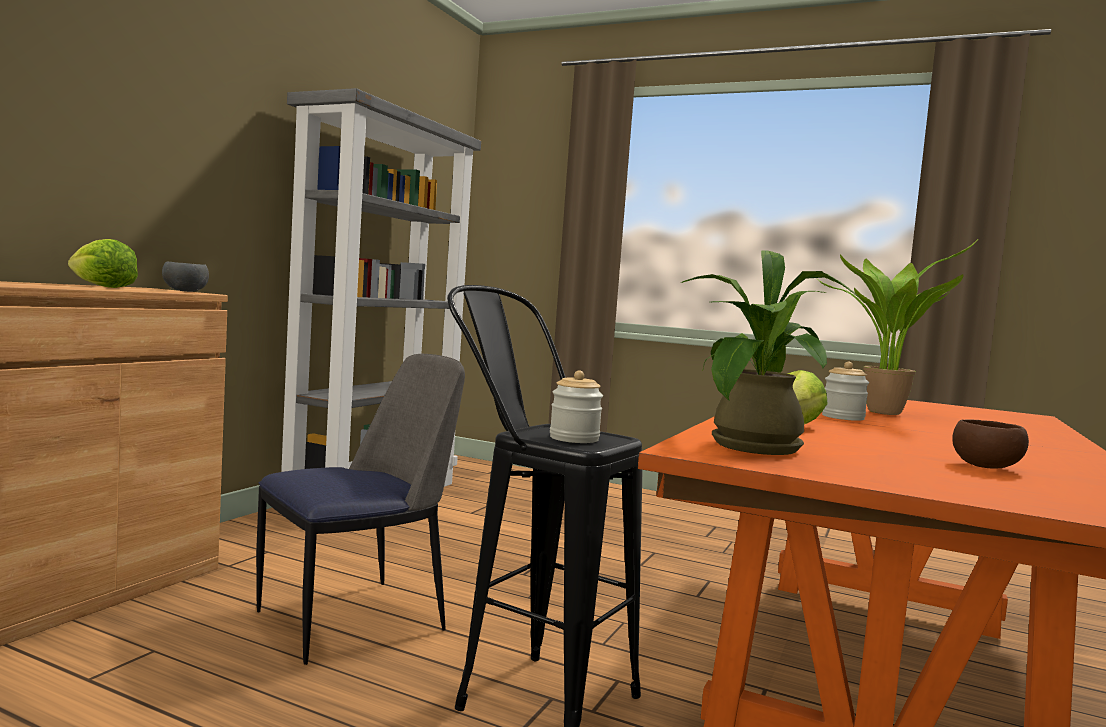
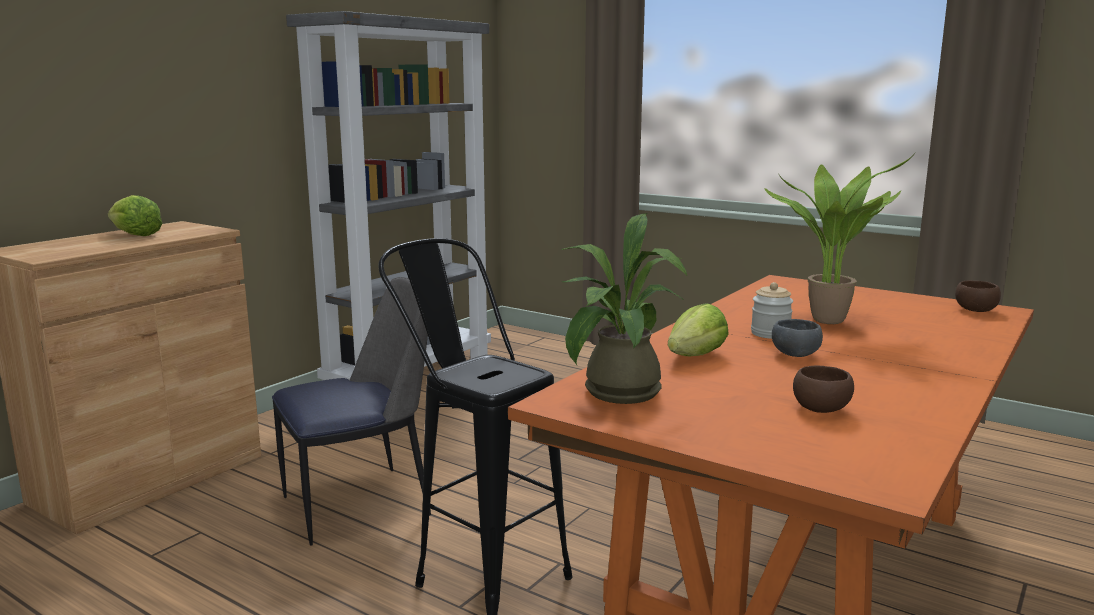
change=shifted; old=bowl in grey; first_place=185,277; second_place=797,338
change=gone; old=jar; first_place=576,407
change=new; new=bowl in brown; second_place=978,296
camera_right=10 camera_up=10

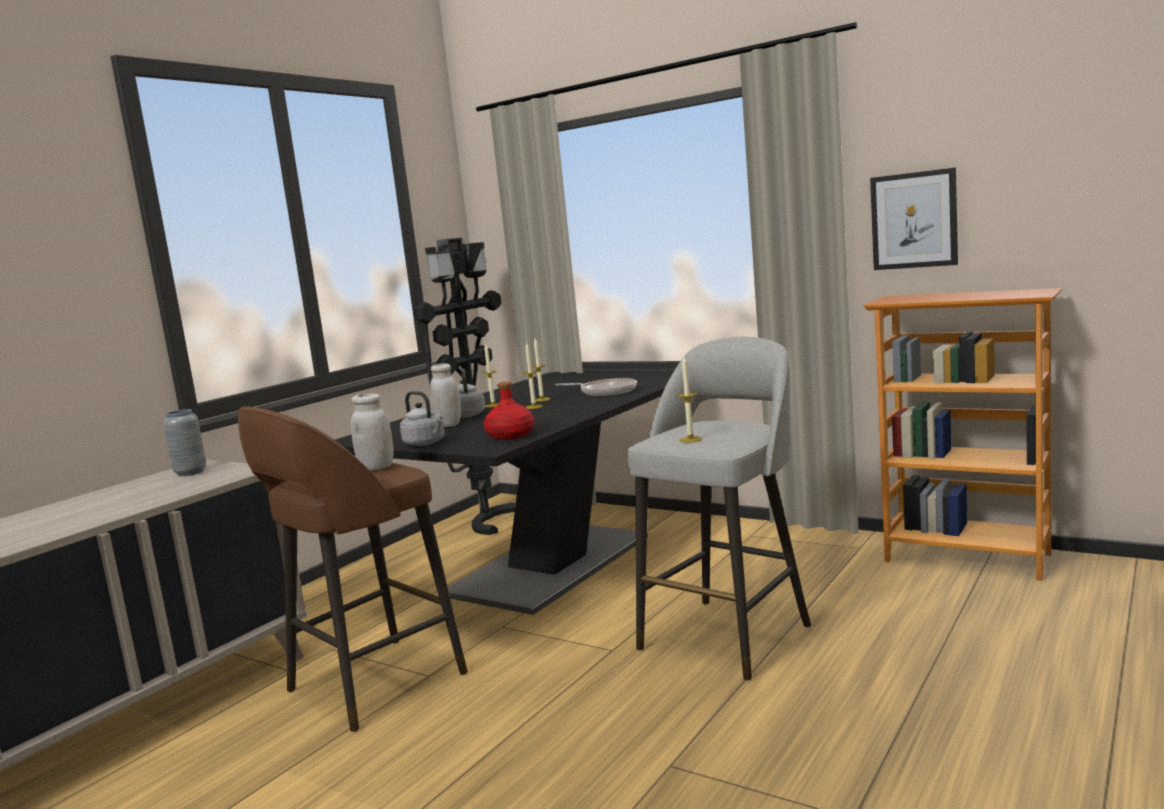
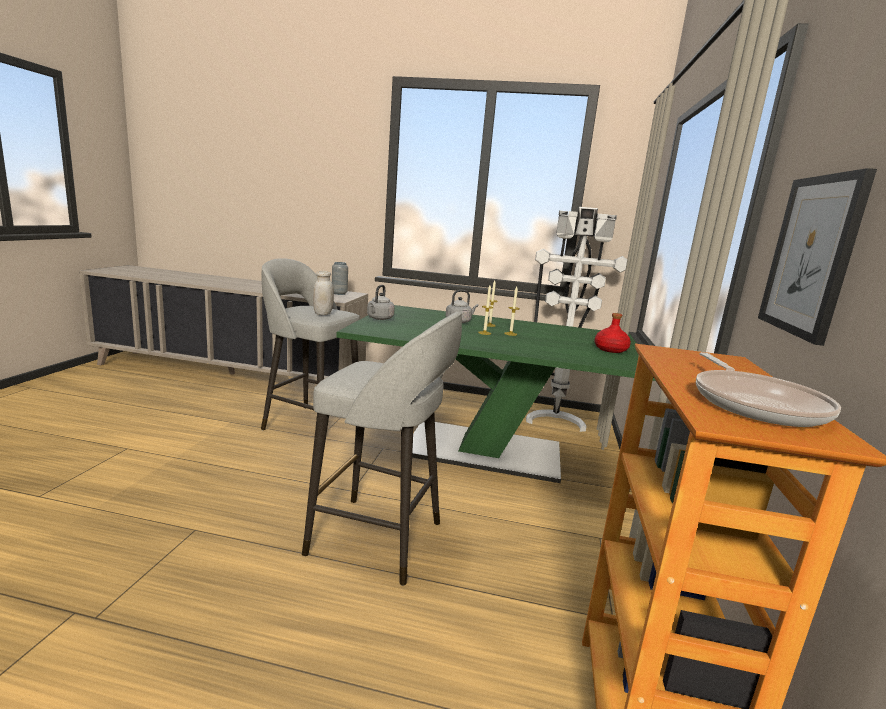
change=repainted; old=stool in brown; new=stool in grey; first_place=353,569; second_place=310,344
change=repainted; old=dining table in black; new=dining table in green; first_place=504,493; second_place=496,394
change=repainted; old=floor lamp in black; new=floor lamp in white; first_place=465,386; second_place=576,319
change=gone; old=jar in white; first_place=445,395
change=shifted; old=bottle in red; first_place=509,410; second_place=612,333
change=shifted; old=frying pan; first_place=596,387; second_place=768,389
change=gone; old=candle; first_place=689,400
camera_right=65 camera_up=5

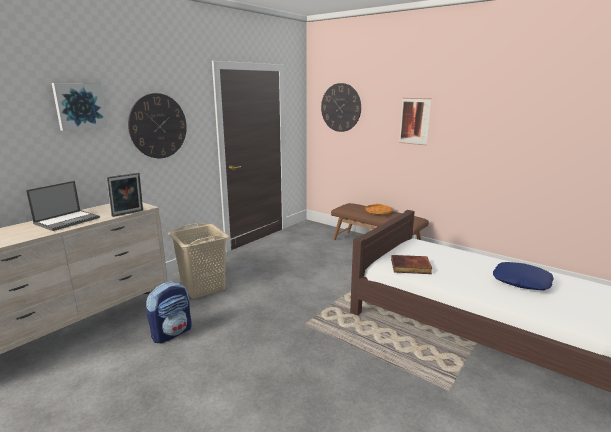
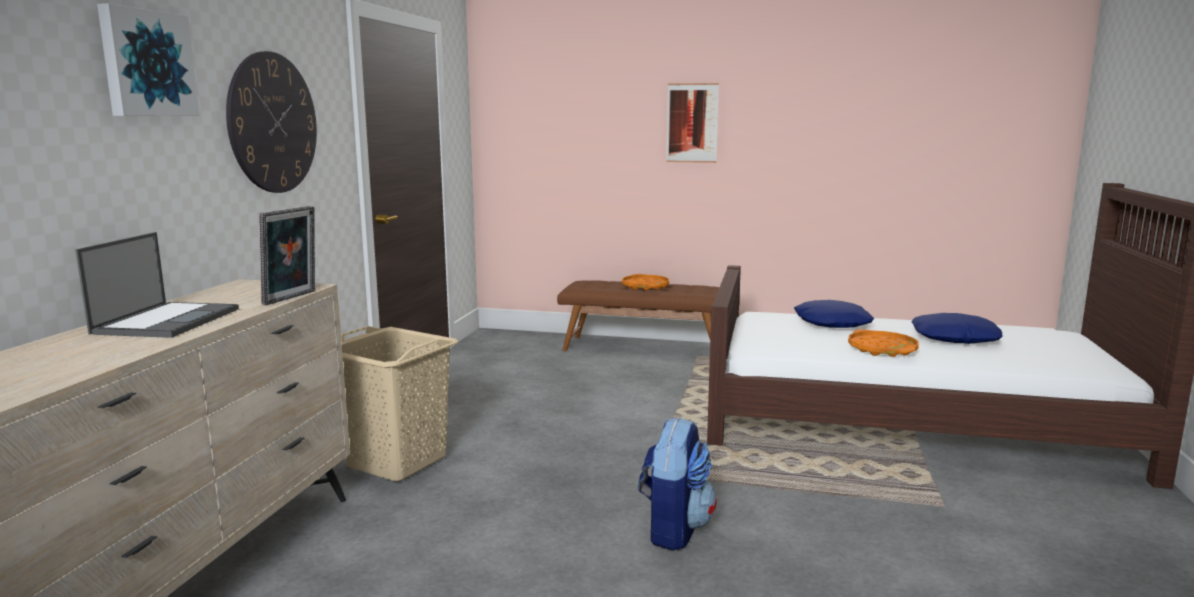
change=shifted; old=backpack; first_place=168,312; second_place=677,484
change=gone; old=wall clock; first_place=341,107
change=gone; old=book; first_place=411,264
change=new; new=pillow in blue; second_place=834,314
change=new; new=tray in orange; second_place=883,343
camera_right=-25 camera_up=-5

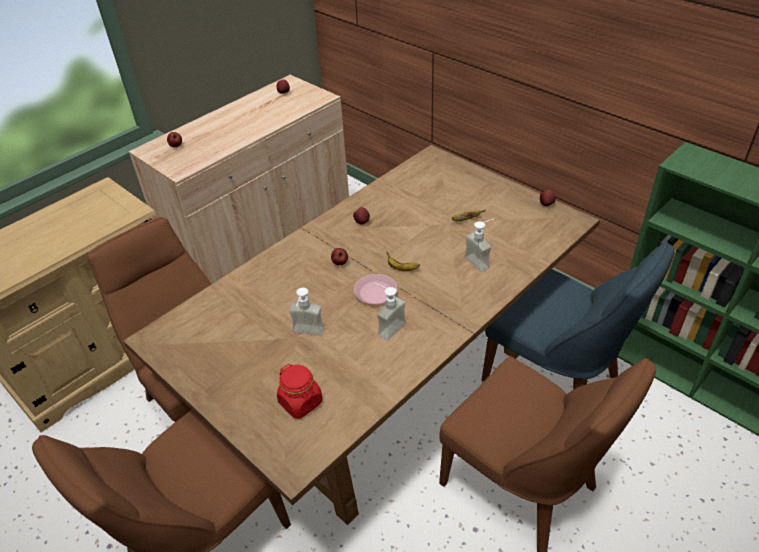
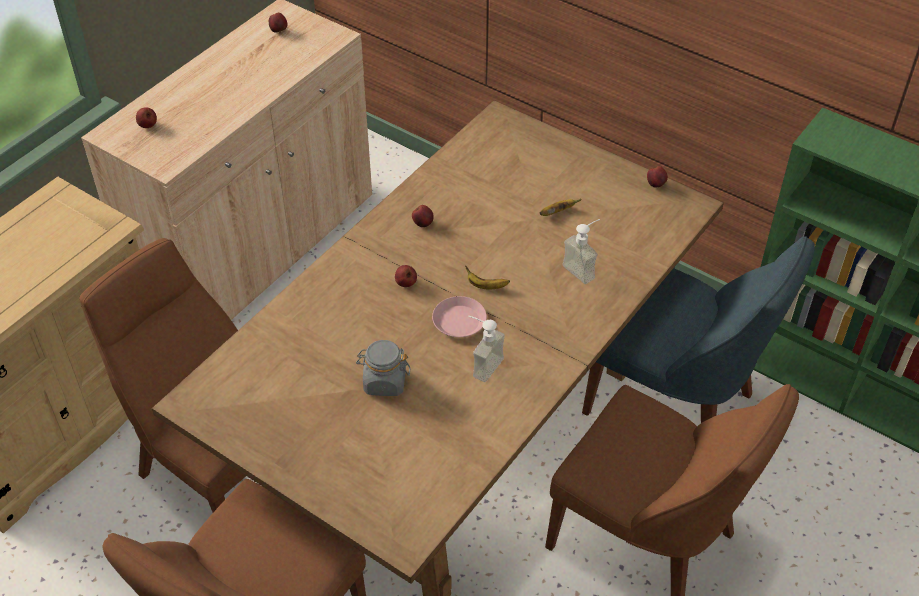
change=gone; old=jar in red; first_place=299,391
change=swapped; old=soap dispenser; new=jar in grey; first_place=306,311; second_place=383,368
camera_right=-10 camera_up=5

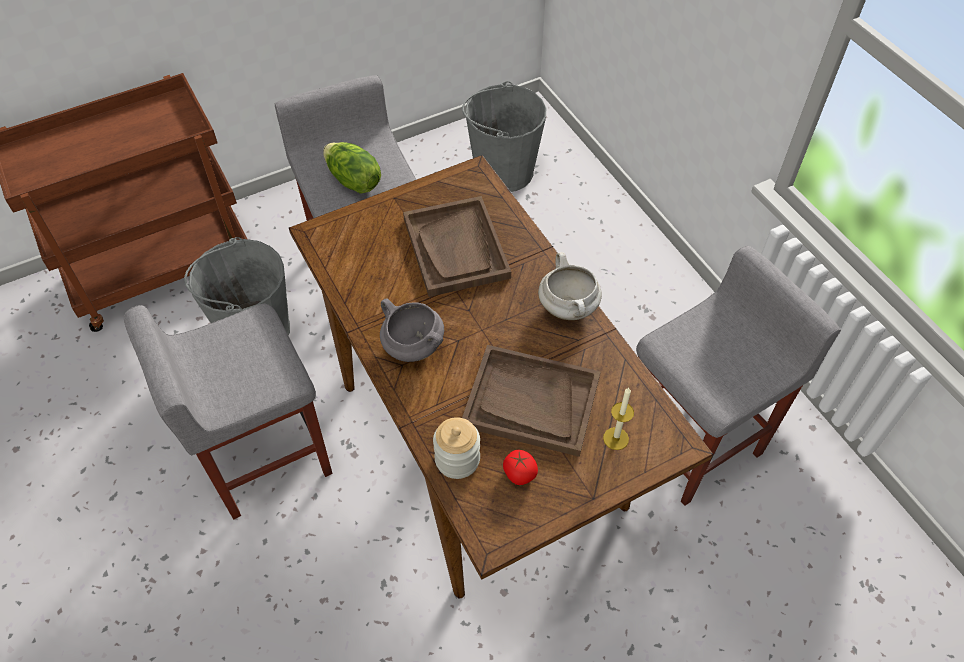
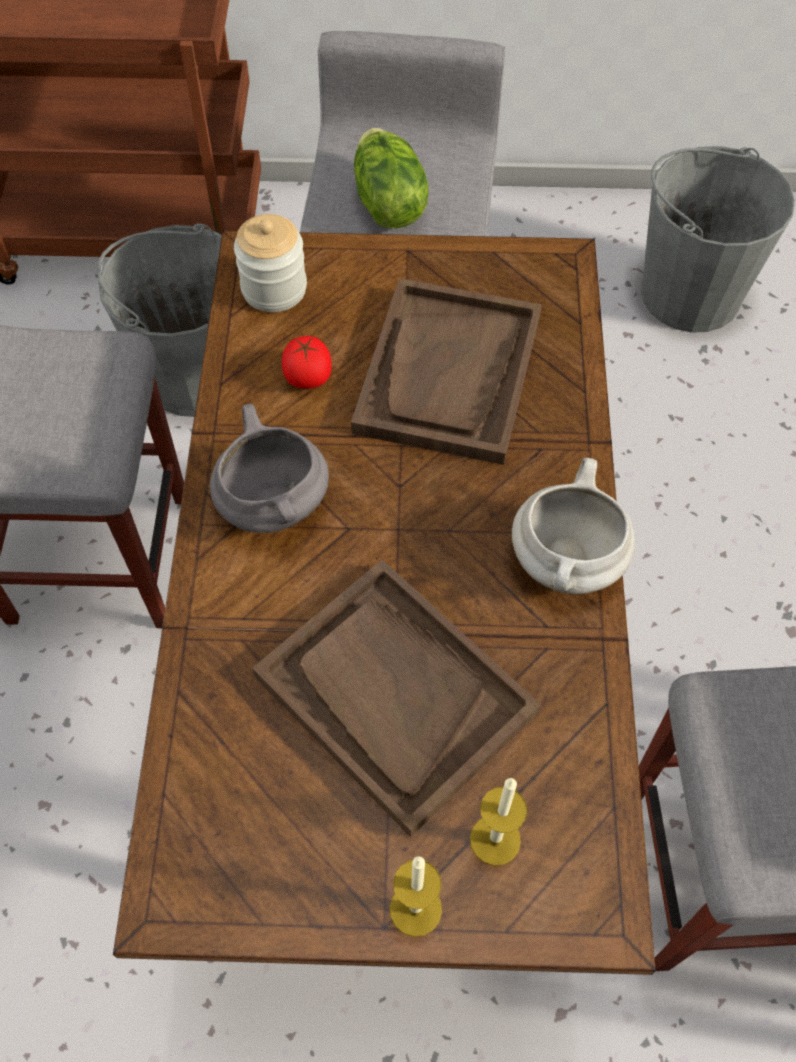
change=shifted; old=jar; first_place=456,448; second_place=270,263
change=shifted; old=tomato; first_place=520,467; second_place=307,362
change=new; new=candle; second_place=416,896
camera_right=30 camera_up=5

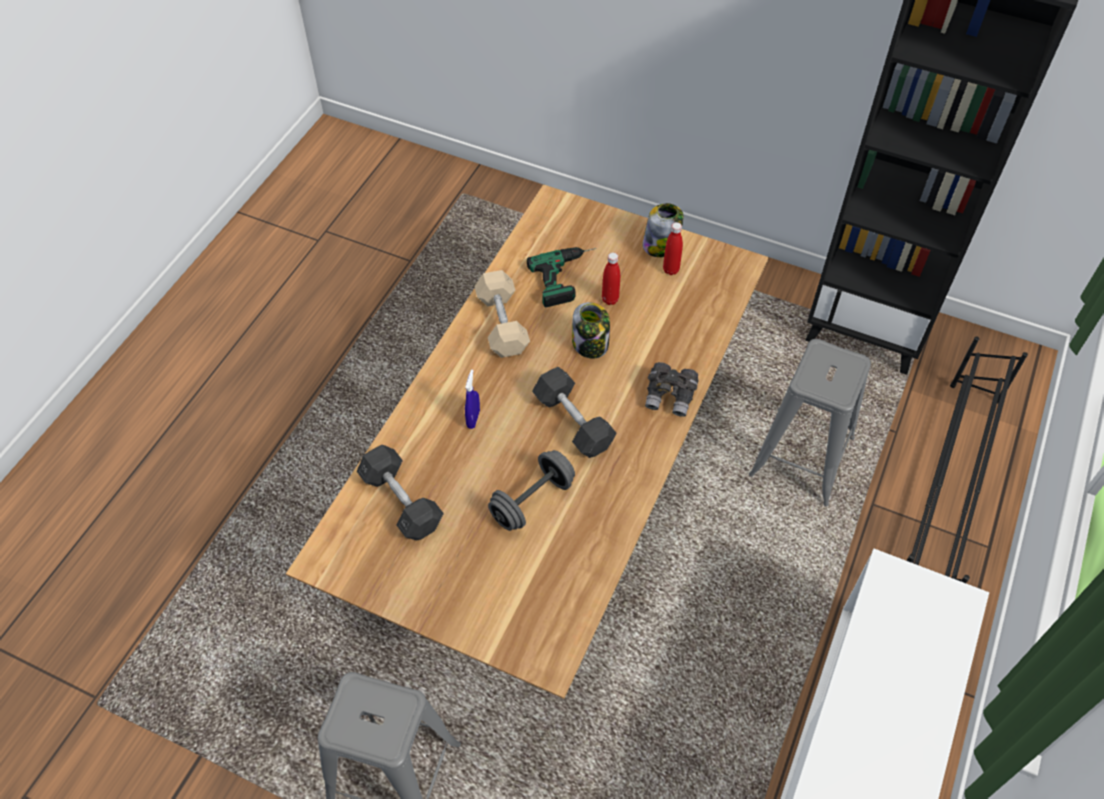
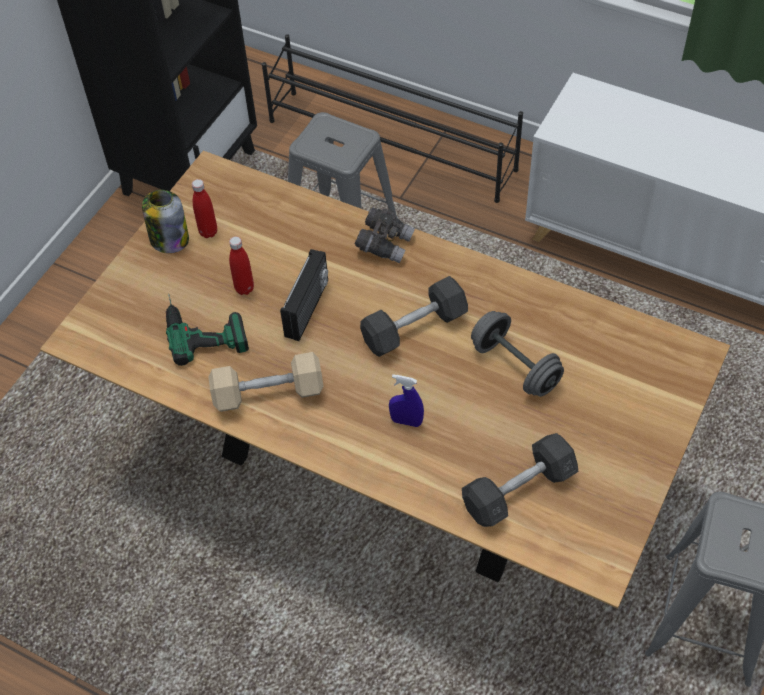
change=swapped; old=jar; new=radio; first_place=591,330; second_place=304,295
camera_right=-85 camera_up=0

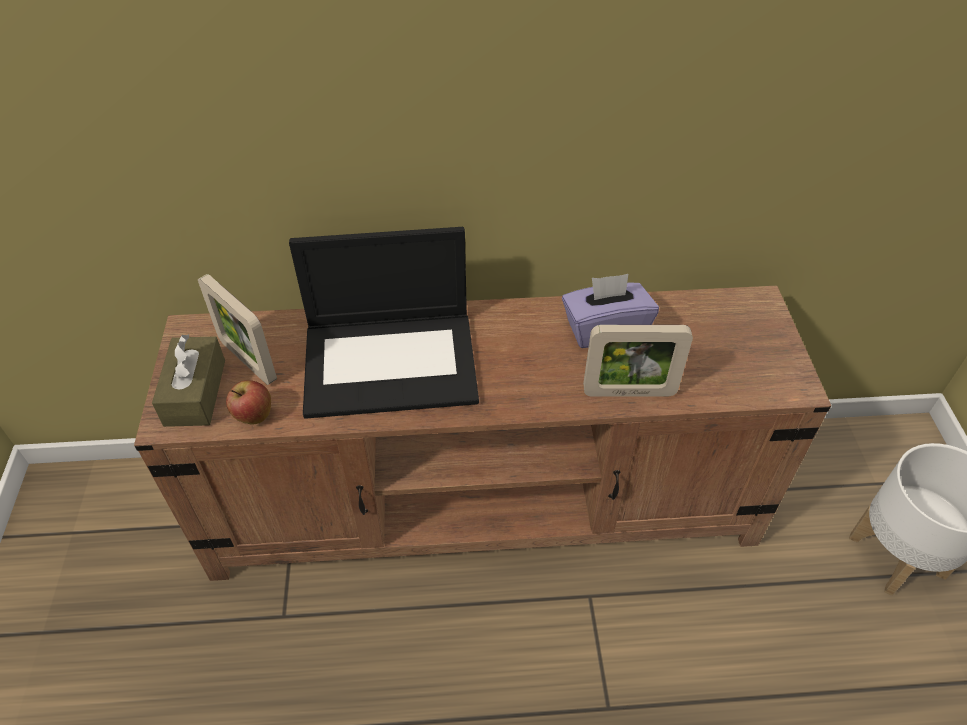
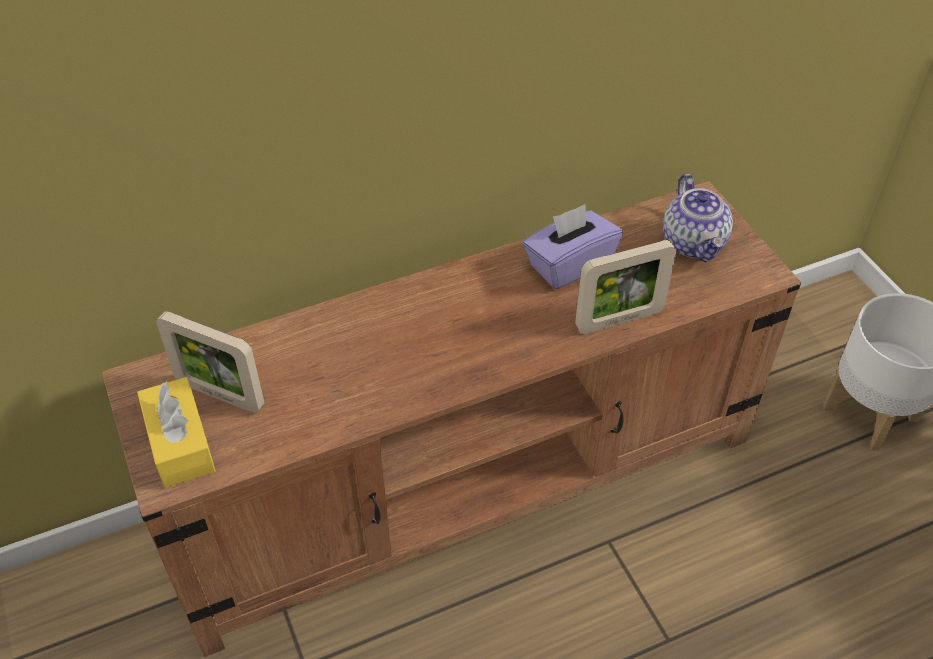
change=repainted; old=tissue box in brown; new=tissue box in yellow; first_place=188,380; second_place=176,432
change=gone; old=apple; first_place=248,402
change=gone; old=laptop; first_place=384,323
change=new; new=teapot; second_place=698,218
camera_right=-20 camera_up=0

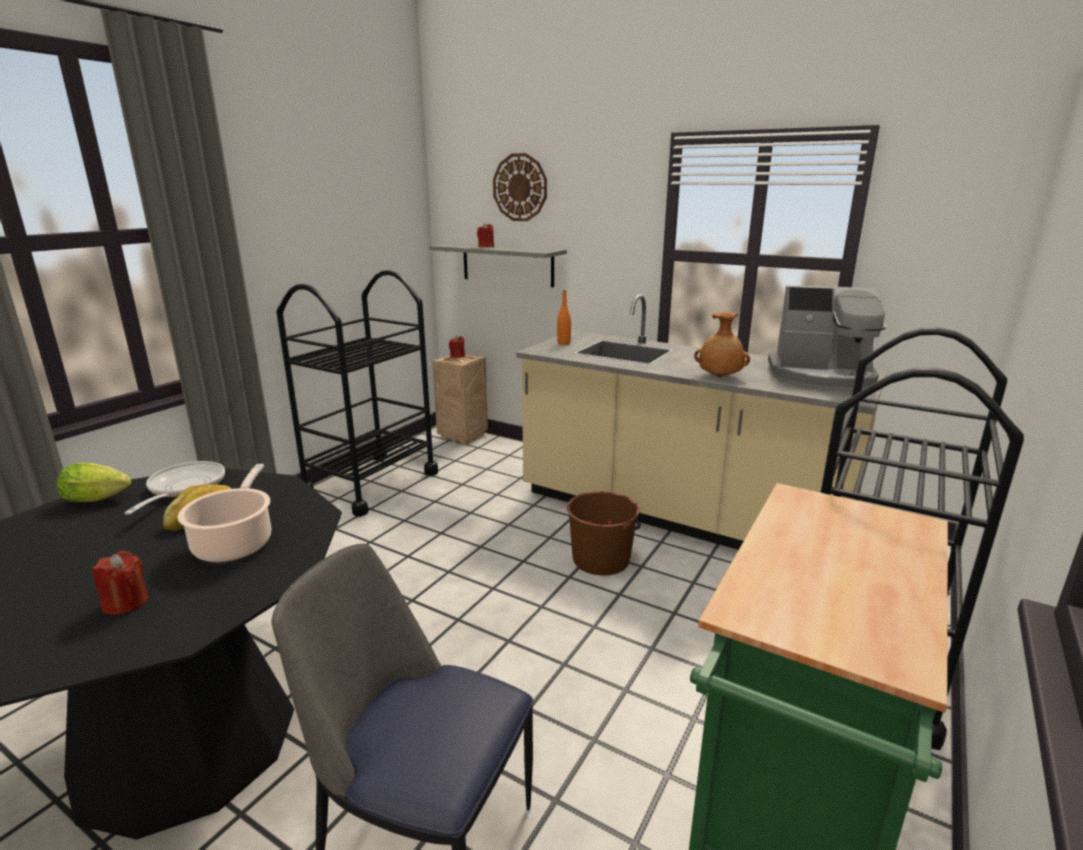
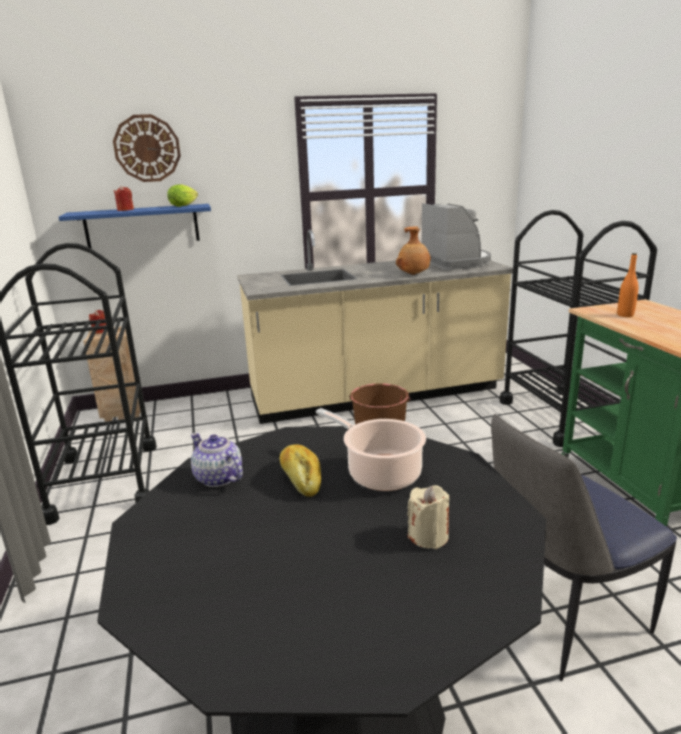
change=shifted; old=lettuce; first_place=94,482; second_place=182,195
change=repainted; old=candle in red; new=candle in beige; first_place=120,583; second_place=428,517
change=swapped; old=frying pan; new=teapot; first_place=174,488; second_place=217,460
change=repainted; old=shelf in grey; new=shelf in blue; first_place=498,265; second_place=135,226
change=shifted; old=bottle in orange; first_place=564,317; second_place=627,285
change=rotated; old=coffee machine; first_place=827,338; second_place=456,236; degrees=-75
camera_right=-45 camera_up=0

